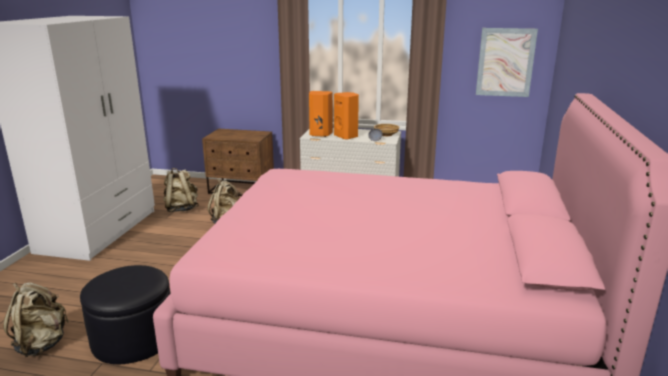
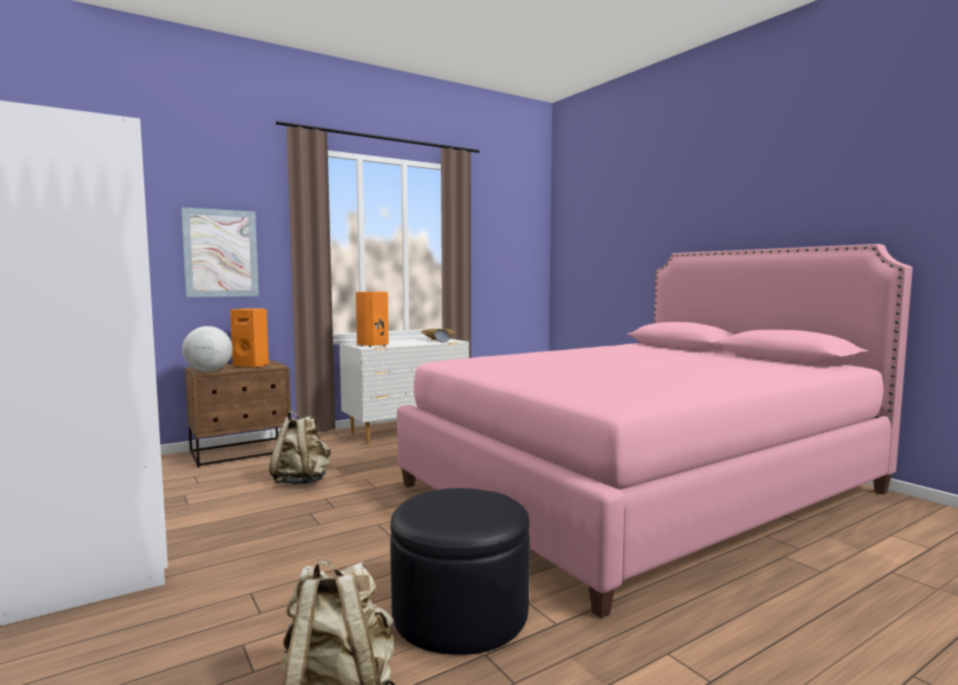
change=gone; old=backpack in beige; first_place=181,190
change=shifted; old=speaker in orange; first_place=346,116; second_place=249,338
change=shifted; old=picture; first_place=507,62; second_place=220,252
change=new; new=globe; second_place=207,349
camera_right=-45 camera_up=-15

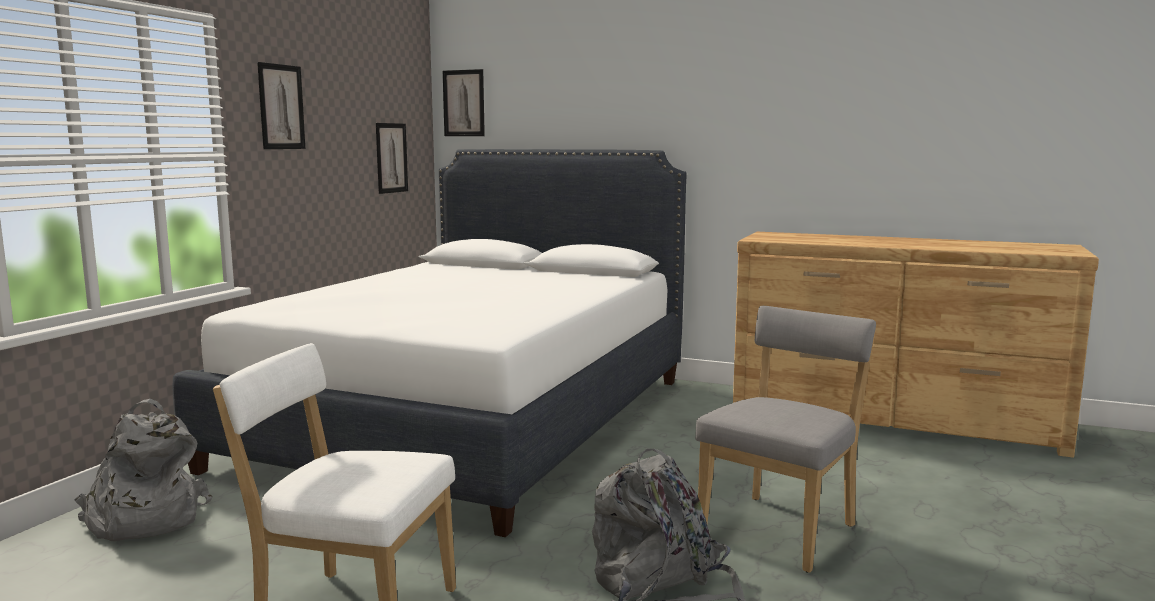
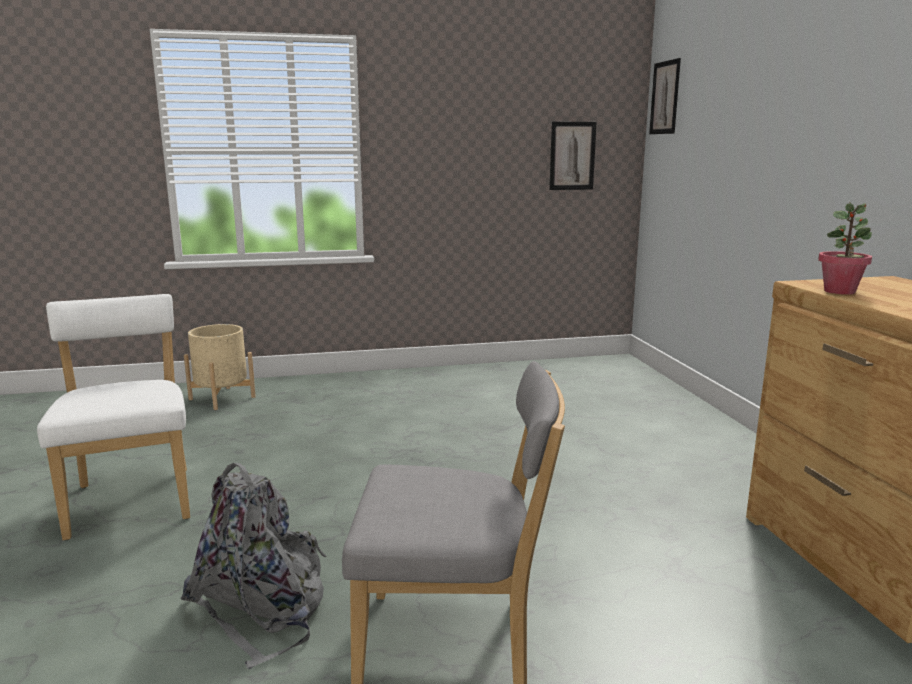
change=swapped; old=backpack in grey; new=planter in beige; first_place=143,470; second_place=220,367
change=gone; old=bed in white; first_place=429,343
change=gone; old=picture; first_place=281,105
change=new; new=potted plant; second_place=845,248
camera_right=55 camera_up=5

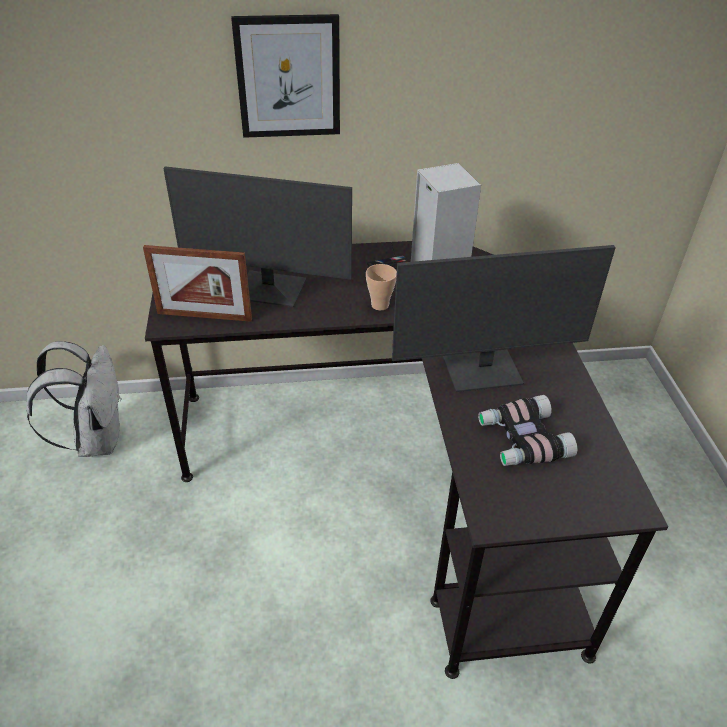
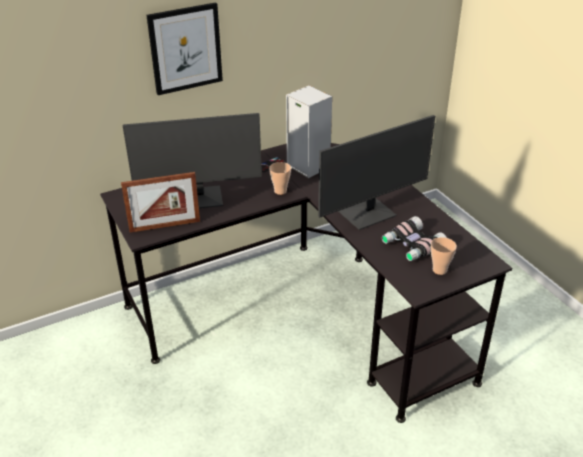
change=gone; old=backpack in white; first_place=74,399
change=new; new=cup; second_place=444,256
camera_right=-20 camera_up=-5

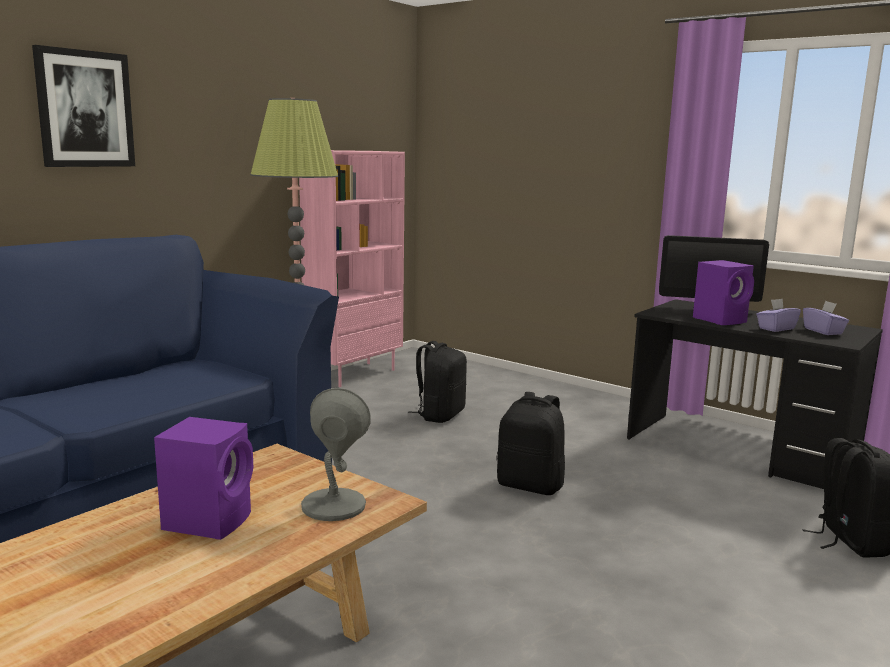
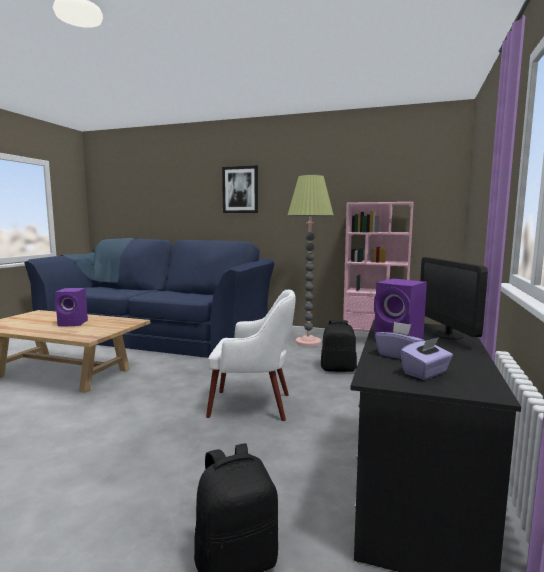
change=gone; old=table lamp in grey; first_place=336,454
change=swapped; old=backpack in black; new=armchair in white; first_place=531,443; second_place=251,355
camera_right=70 camera_up=-5

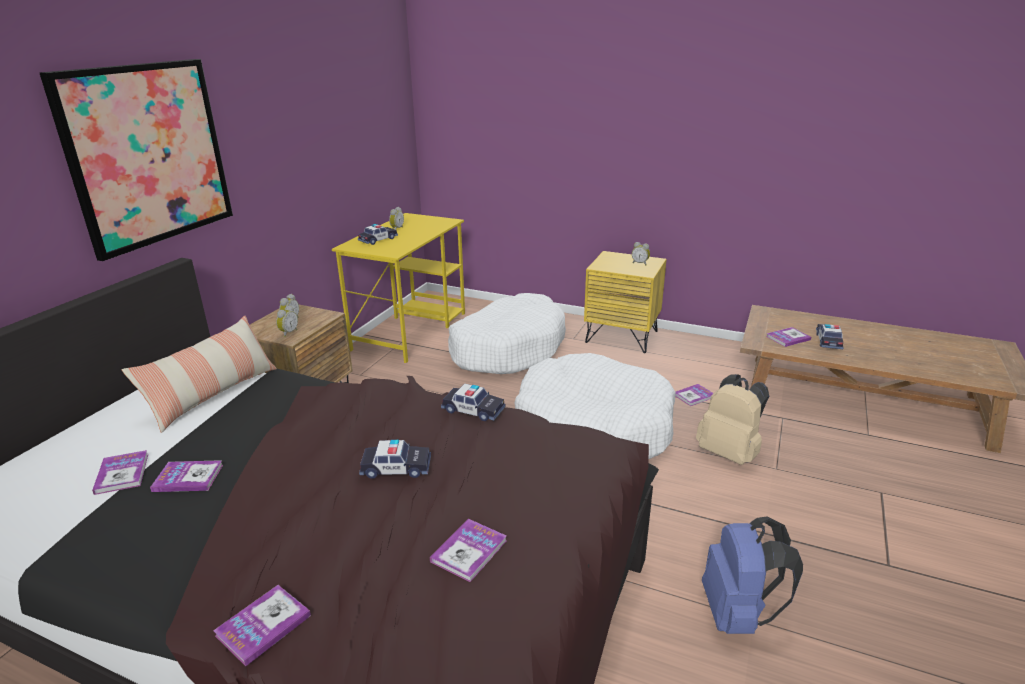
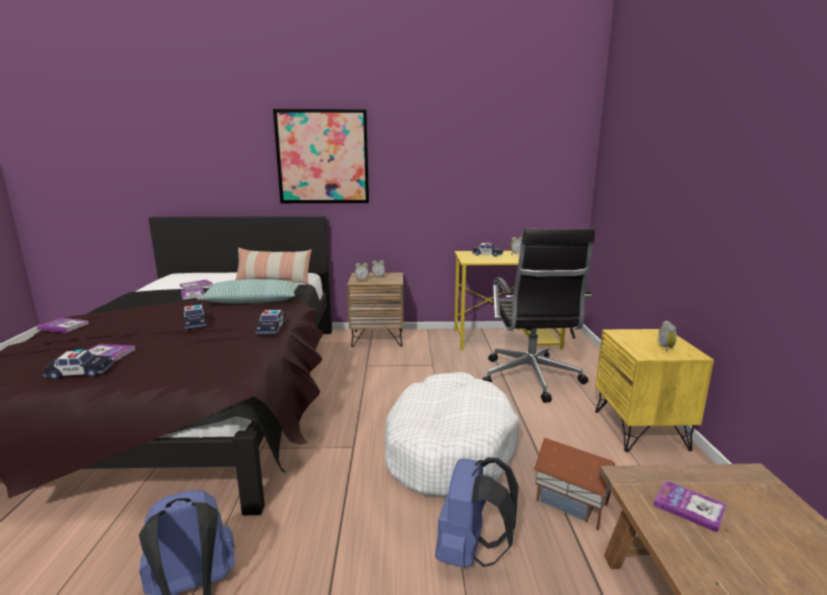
change=swapped; old=dog bed in white; new=office chair in black; first_place=507,333; second_place=538,315
change=swapped; old=book; new=toy house; first_place=694,395; second_place=574,484
change=repainted; old=backpack in beige; new=backpack in blue; first_place=732,419; second_place=477,512
change=shifted; old=toy car; first_place=830,336; second_place=78,364
change=new; new=pillow; second_place=248,291
camera_right=65 camera_up=-10

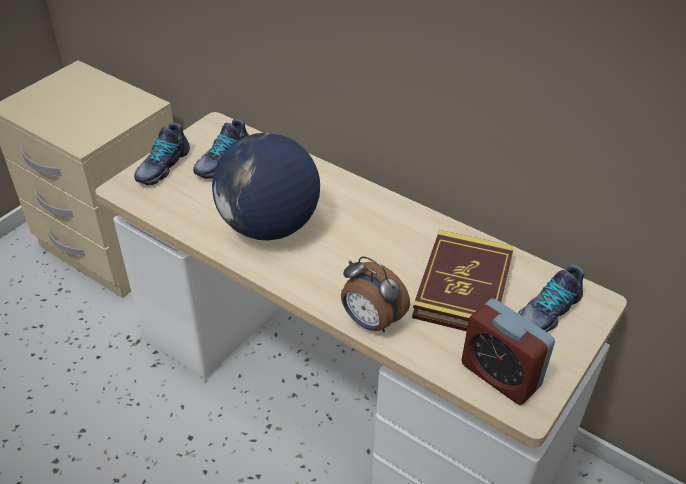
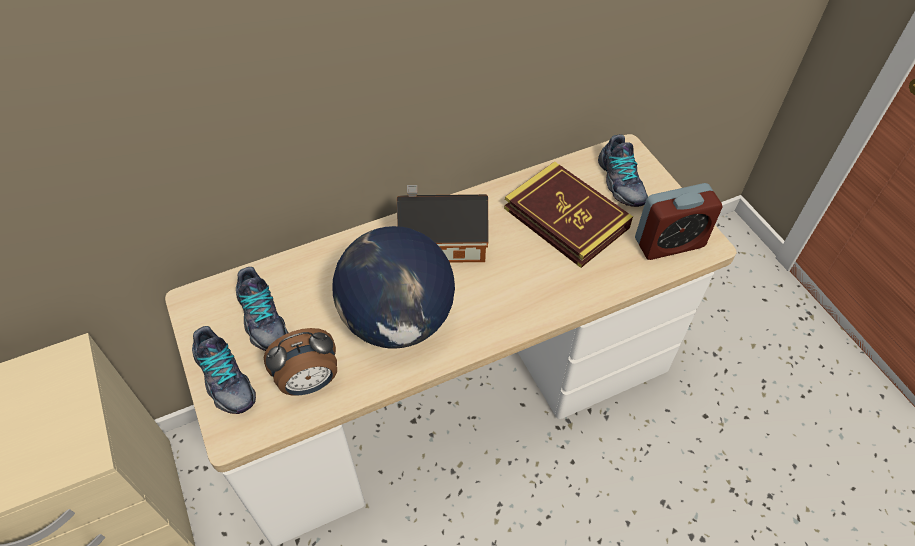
change=shifted; old=alarm clock; first_place=375,294; second_place=300,361
change=new; new=toy house; second_place=442,224
camera_right=-60 camera_up=10

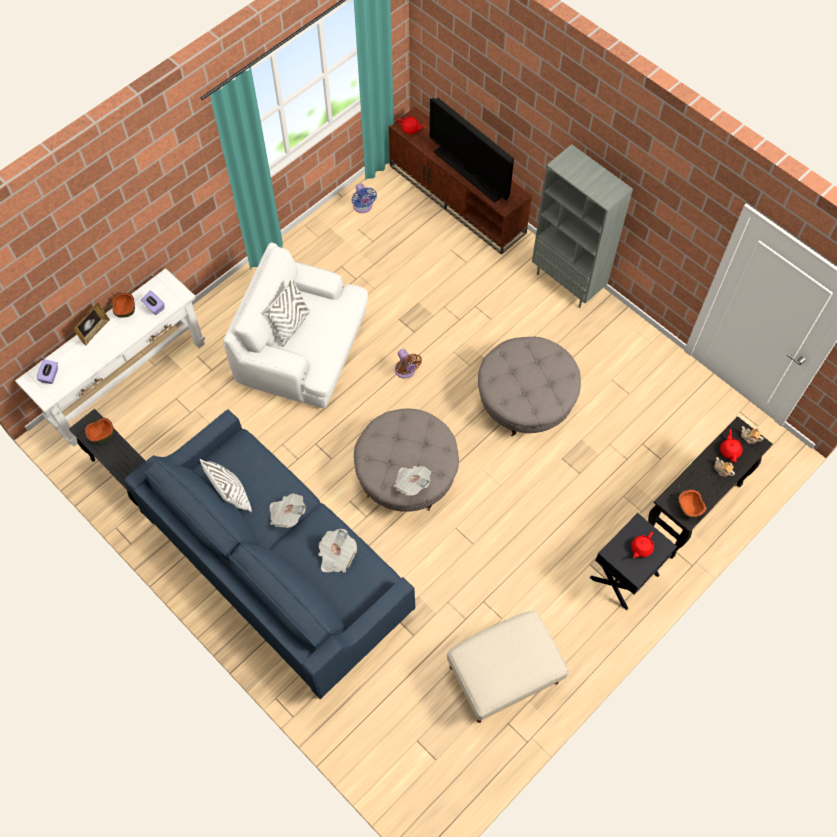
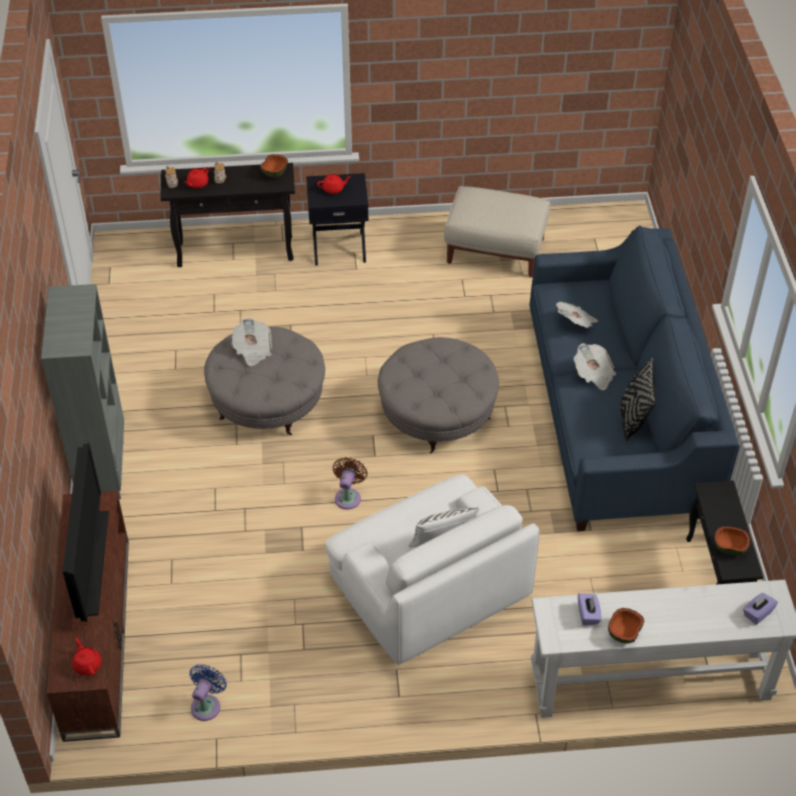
change=gone; old=picture frame; first_place=92,324
change=repainted; old=pillow in white; new=pillow in black; first_place=226,485; second_place=638,399
change=shifted; old=newspaper; first_place=412,481; second_place=252,342
camera_right=-140 camera_up=-15

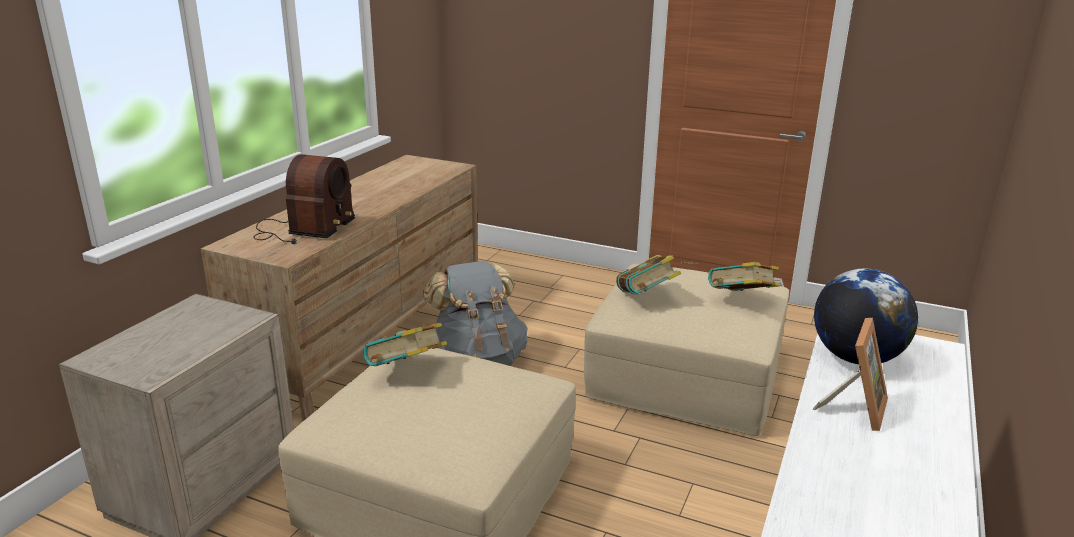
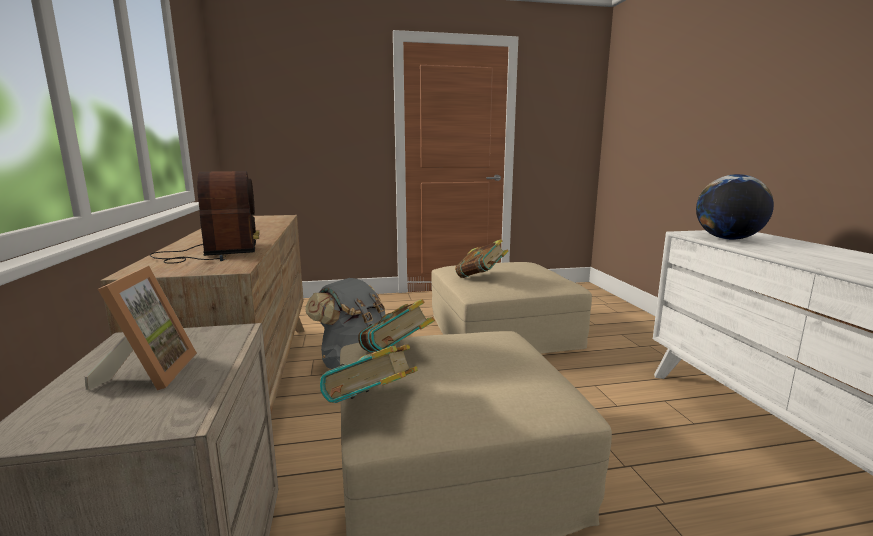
change=shifted; old=book; first_place=744,276; second_place=369,373
change=shifted; old=picture frame; first_place=850,374; second_place=141,328
camera_right=-35 camera_up=-10

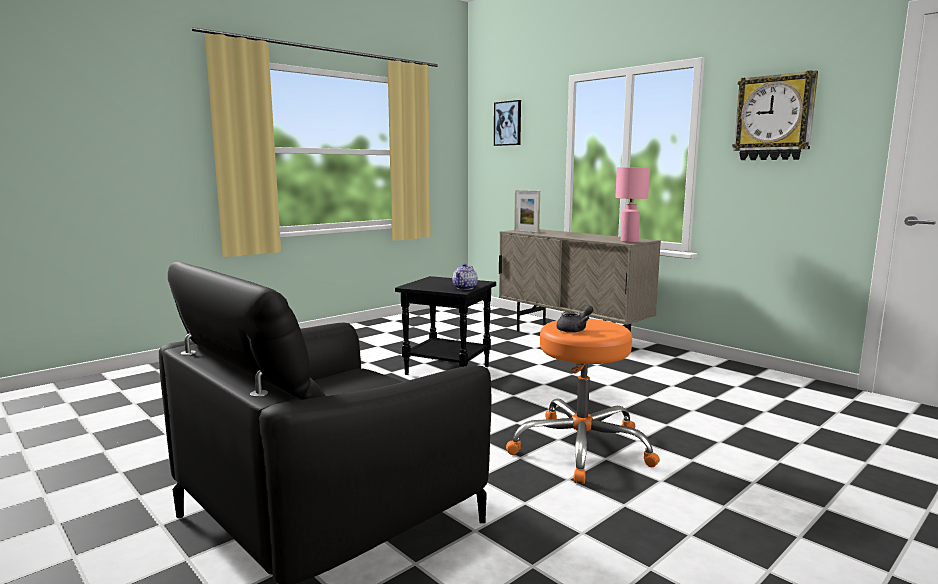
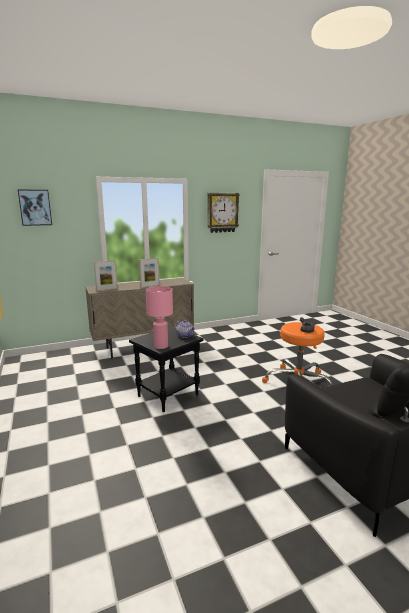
change=shifted; old=table lamp in pink; first_place=632,205; second_place=159,317
change=new; new=picture frame; second_place=149,273
camera_right=-70 camera_up=5

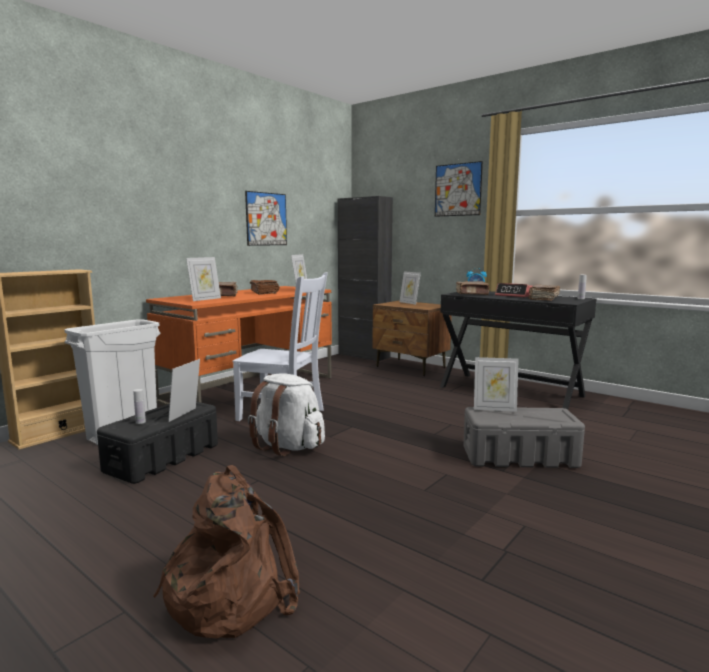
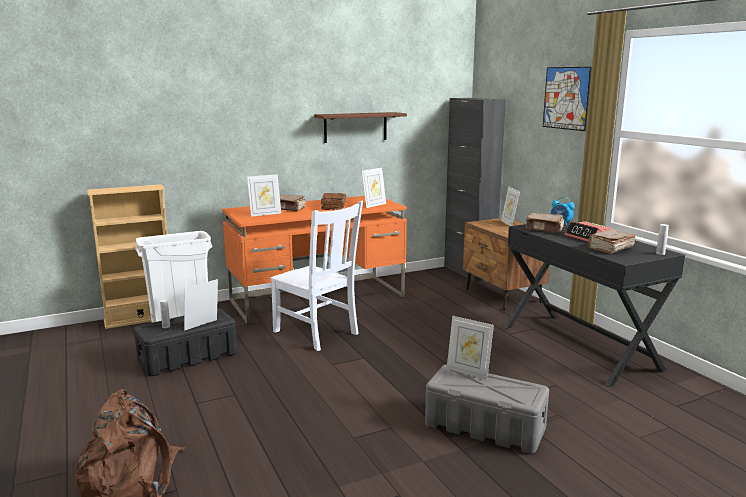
change=swapped; old=picture; new=shelf in brown; first_place=266,218; second_place=360,127
change=gone; old=backpack in white; first_place=286,414
camera_right=25 camera_up=5

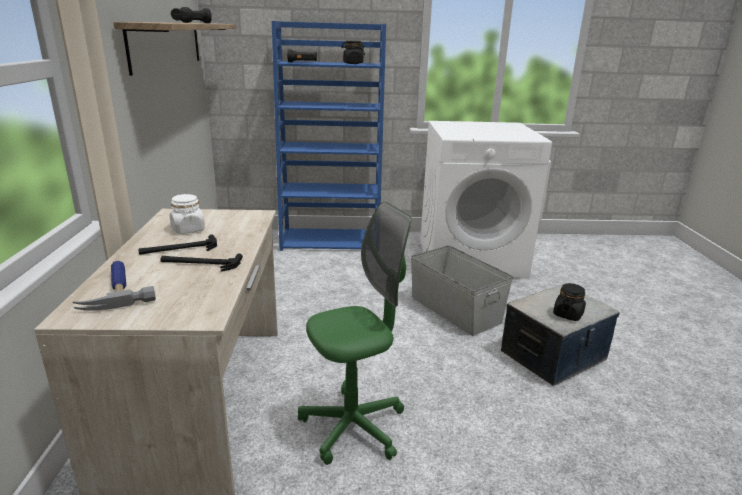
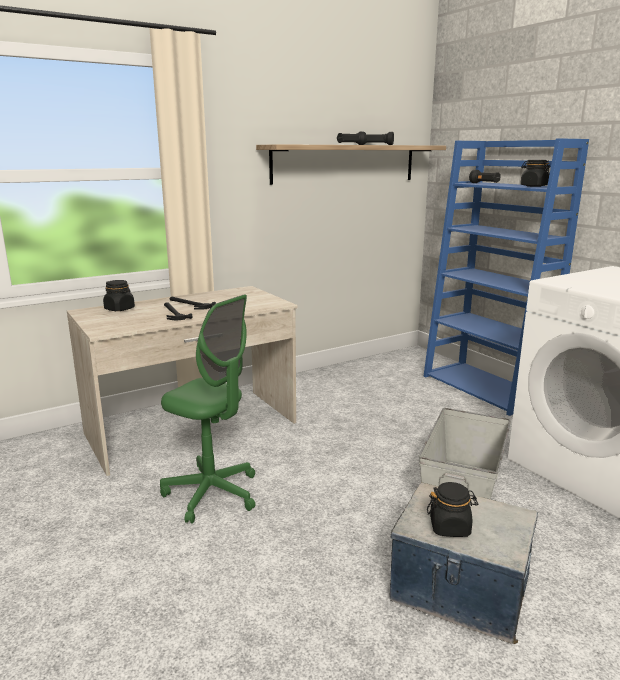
change=swapped; old=hammer; new=jar in black; first_place=114,285; second_place=119,295
change=gone; old=jar in white; first_place=187,214
camera_right=60 camera_up=-5

